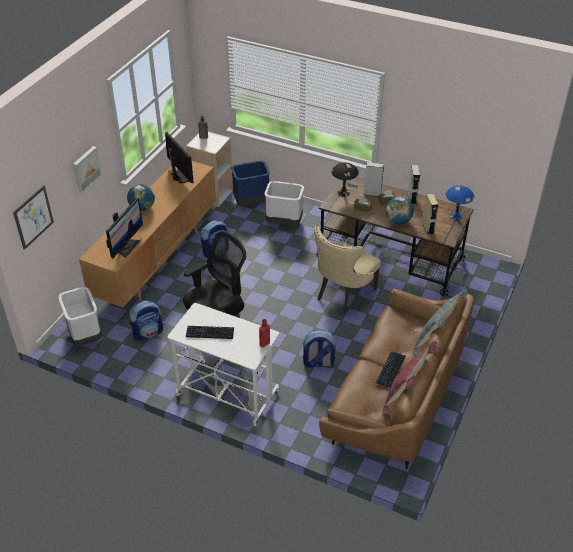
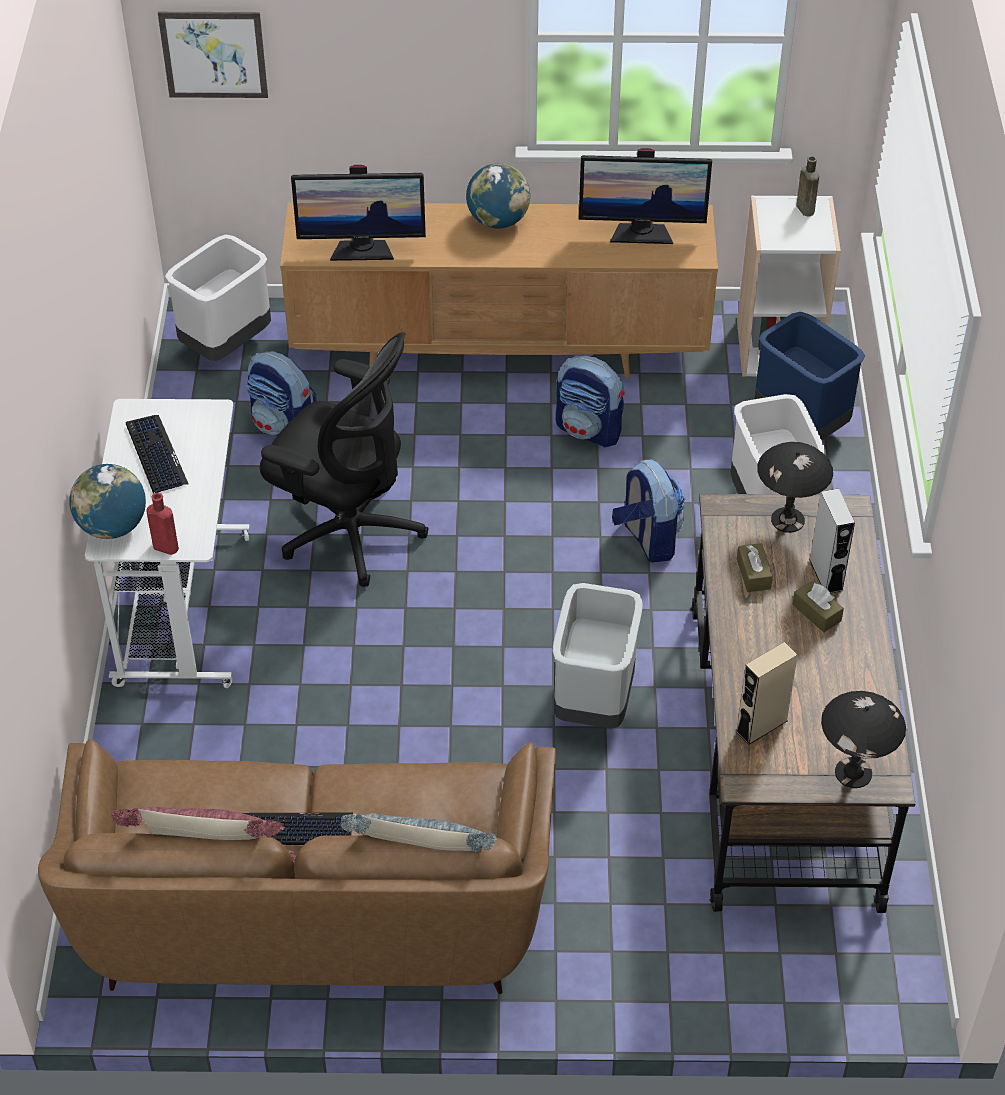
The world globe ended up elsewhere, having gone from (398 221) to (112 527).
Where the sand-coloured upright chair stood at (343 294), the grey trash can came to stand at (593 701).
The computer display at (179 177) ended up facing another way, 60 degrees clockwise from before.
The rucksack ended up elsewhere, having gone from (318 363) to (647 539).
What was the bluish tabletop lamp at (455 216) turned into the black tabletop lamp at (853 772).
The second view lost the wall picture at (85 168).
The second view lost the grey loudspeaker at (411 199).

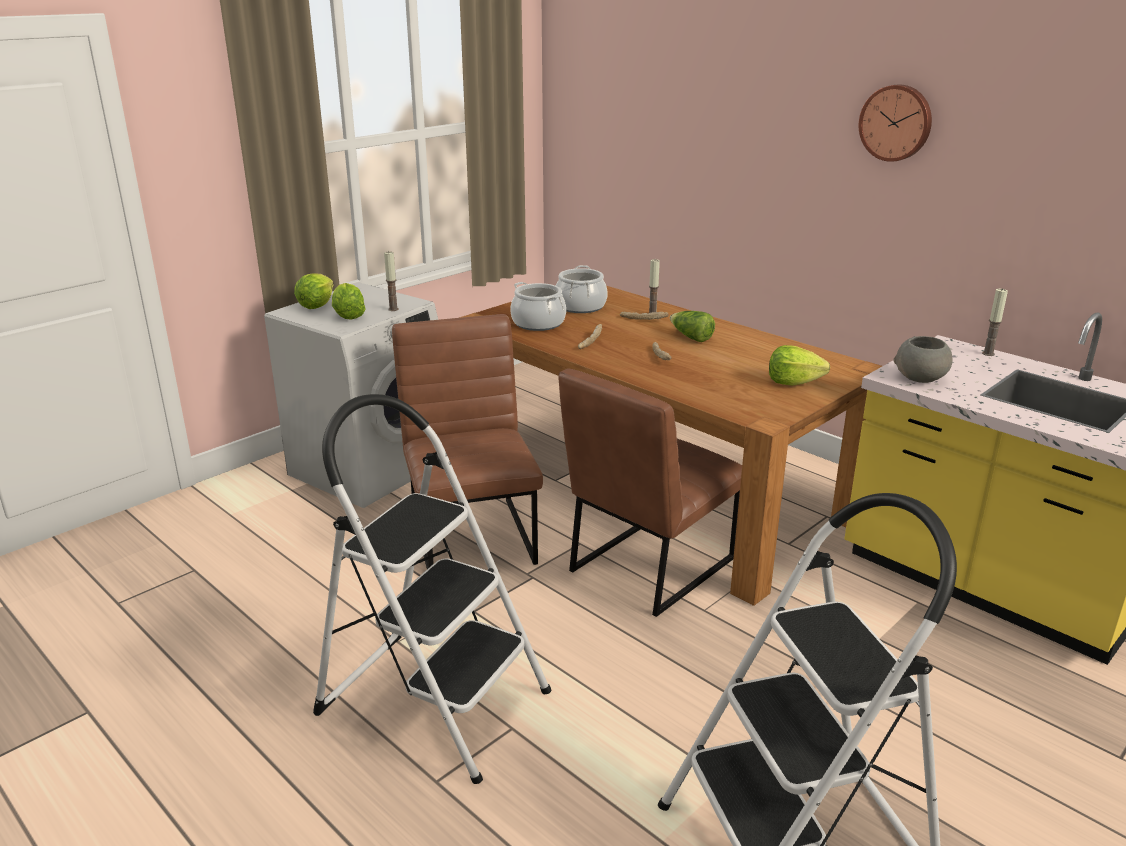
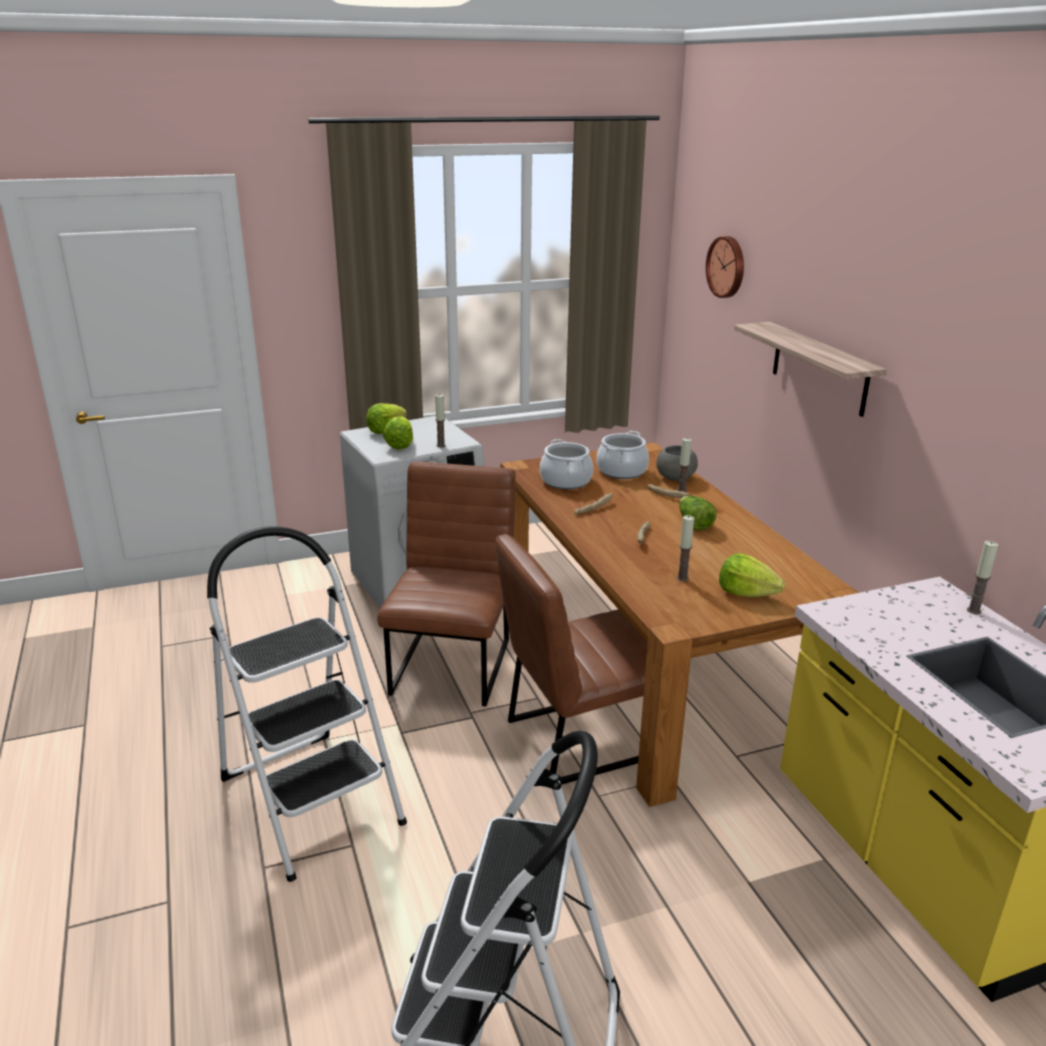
The grey bowl ended up elsewhere, having gone from (920 378) to (675 478).
The second view gained the wax candle at (682 578).
The wall clock ended up elsewhere, having gone from (896 122) to (727 267).
The second view gained the bracket shelf at (819 368).

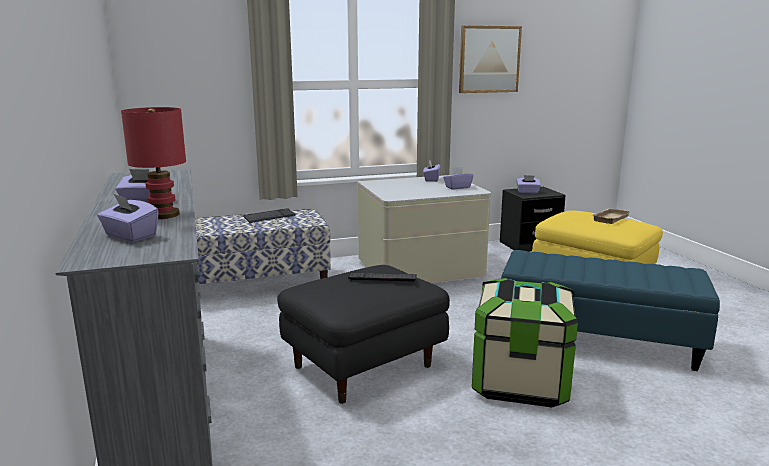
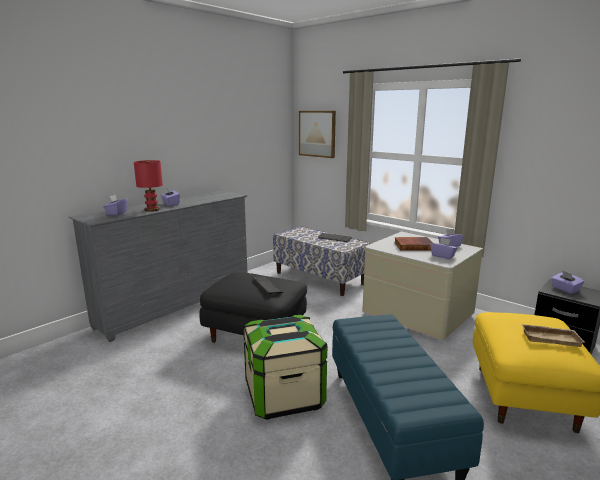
The wall picture ended up elsewhere, having gone from (489 59) to (317 133).
The second view gained the bound book at (414 246).

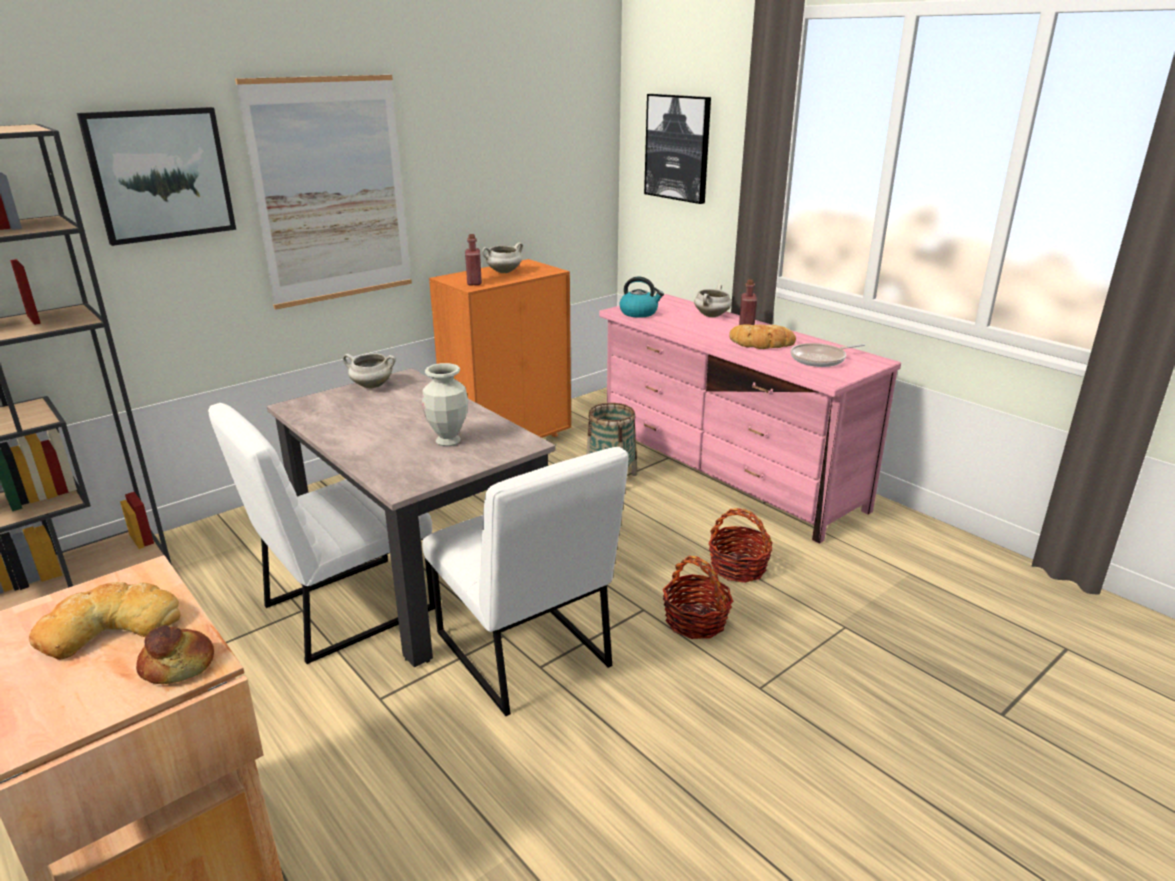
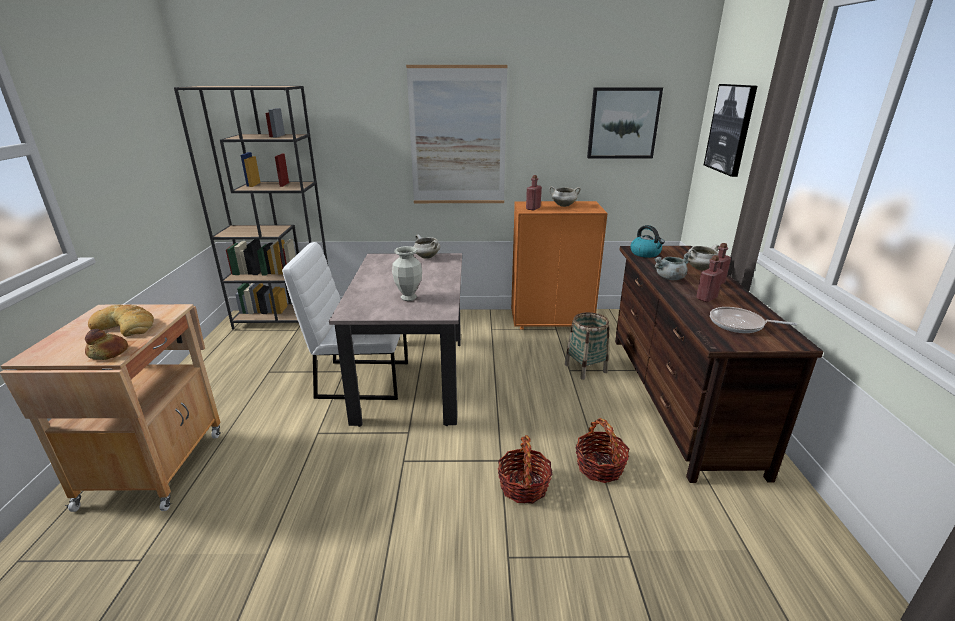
The wall picture ended up elsewhere, having gone from (160 174) to (623 123).
What was the pinkish drawer chest at (727 474) turned into the brownish drawer chest at (676 398).
The second view gained the grey saucepot at (670 278).
Where the bakery bread stood at (761 343), the reddish drink bottle came to stand at (706 298).
The second view lost the white-coloured upright chair at (524 652).

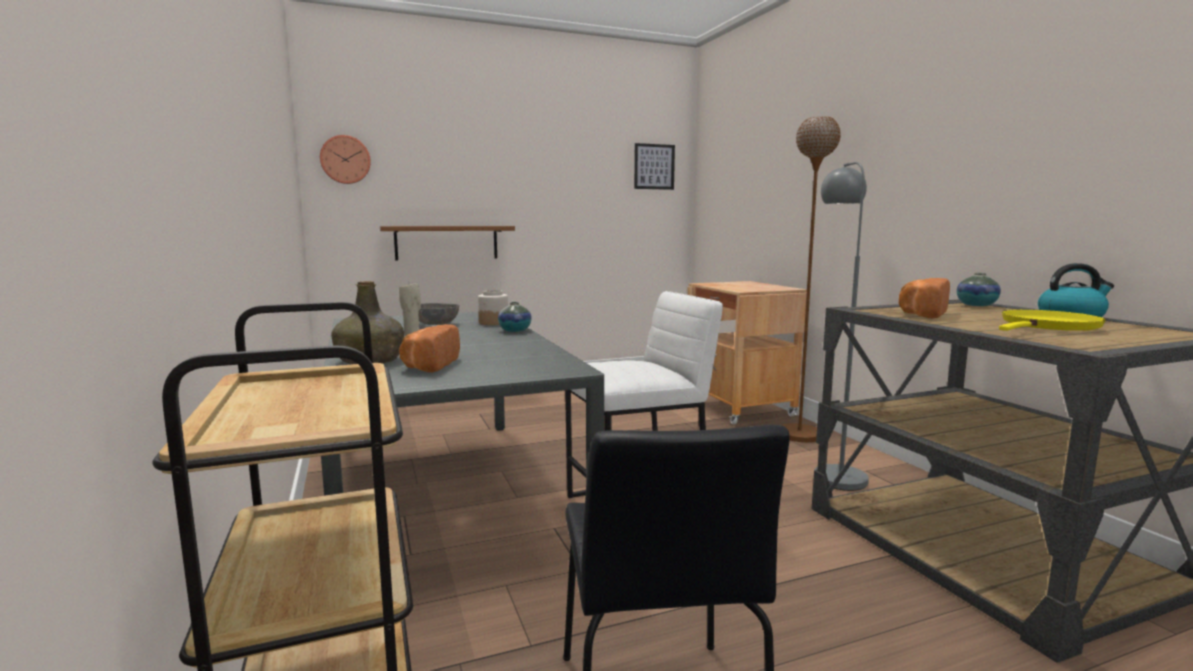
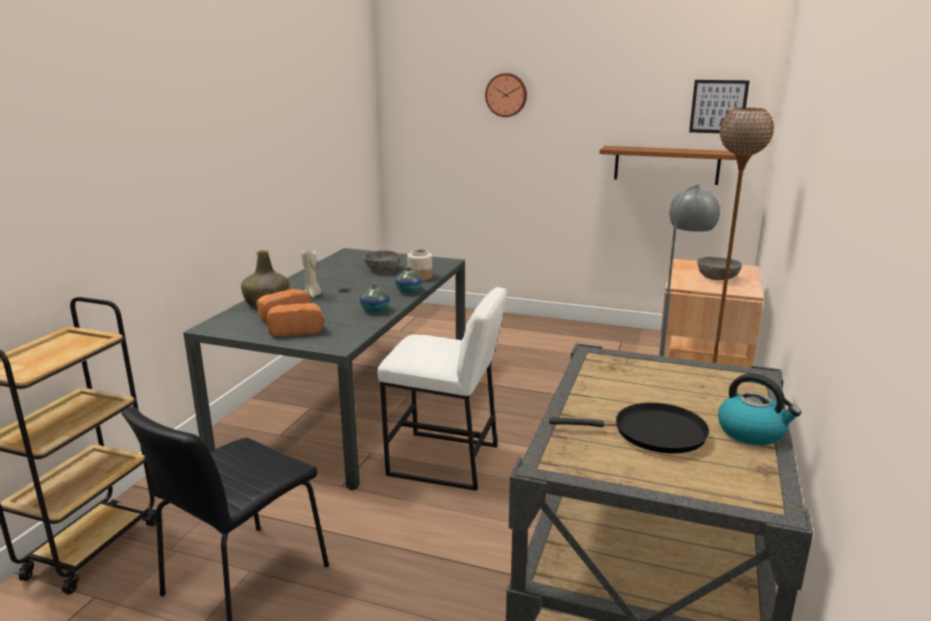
The bakery bread ended up elsewhere, having gone from (921 314) to (296 330).
The decorative vase ended up elsewhere, having gone from (976 305) to (375 310).
The wall clock ended up elsewhere, having gone from (345 160) to (506 95).
What was the yellow-coloured frying pan at (1048 326) turned into the black frying pan at (653 433).
The brownish bracket shelf ended up elsewhere, having gone from (446 242) to (666 165).
The second view gained the grey bowl at (717 278).

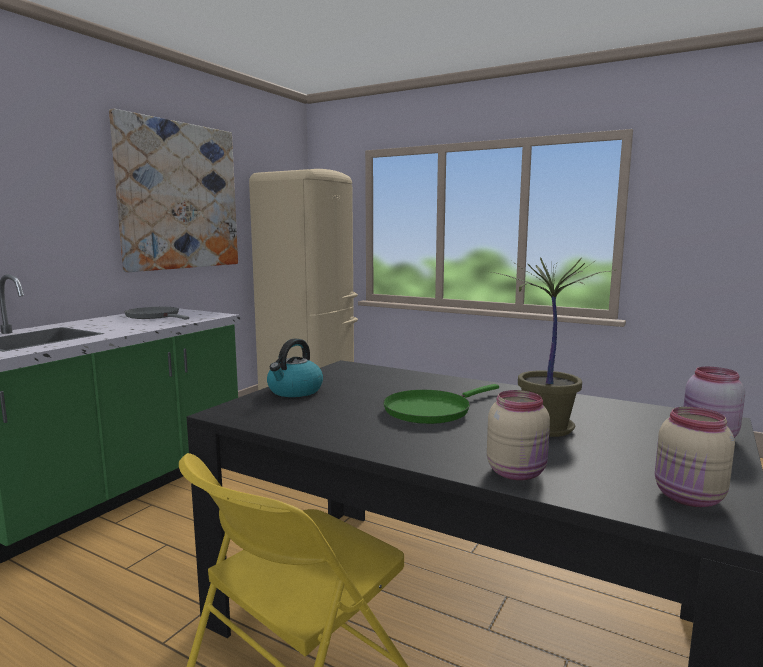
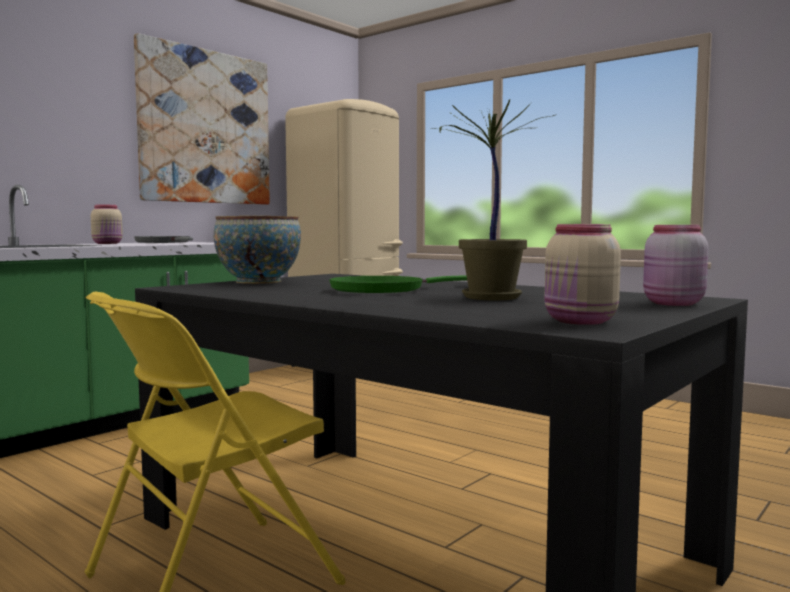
The sand-coloured storage jar ended up elsewhere, having gone from (518 472) to (108 243).
Where the water kettle stood at (295 391), the bowl came to stand at (258 282).

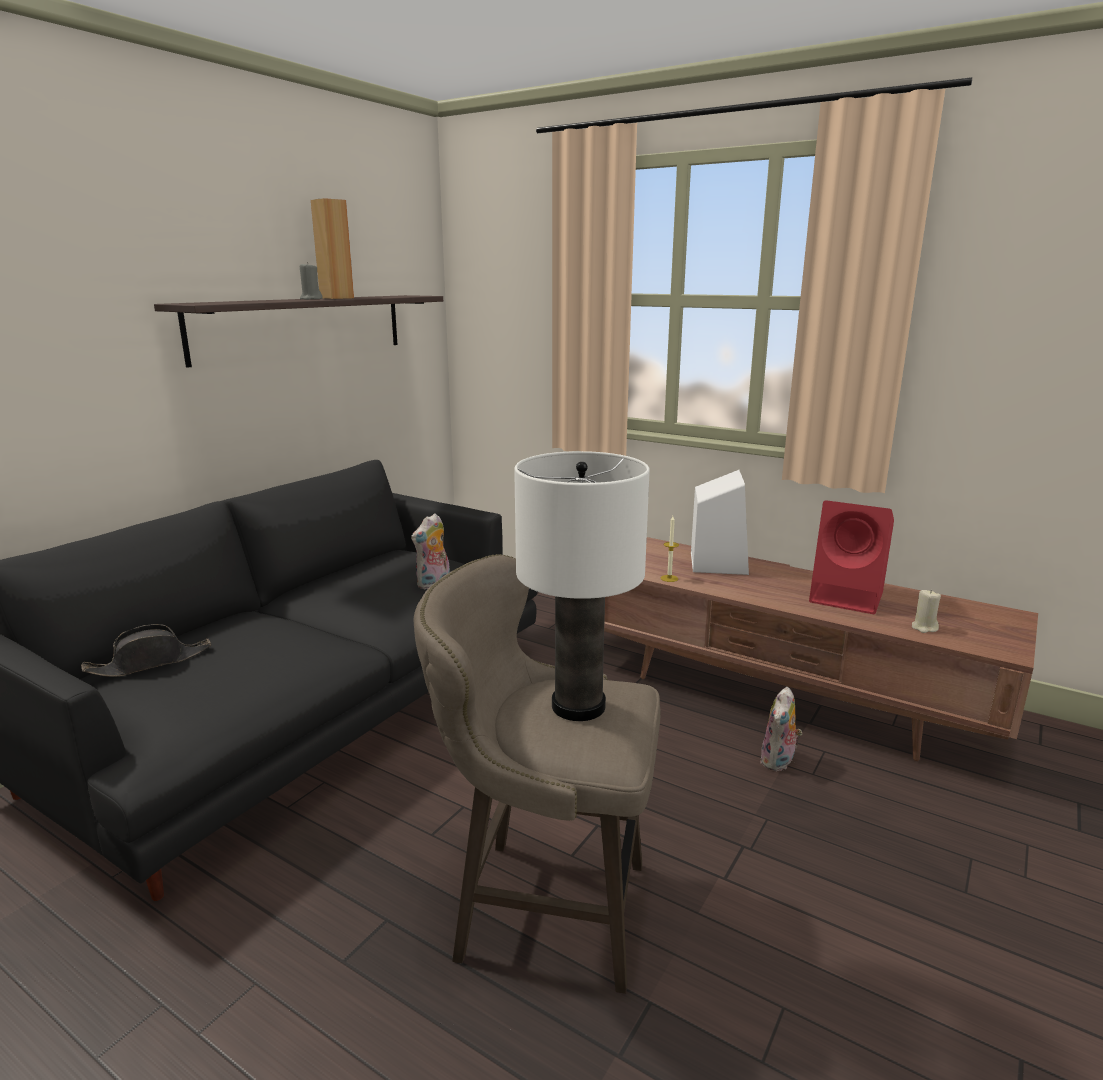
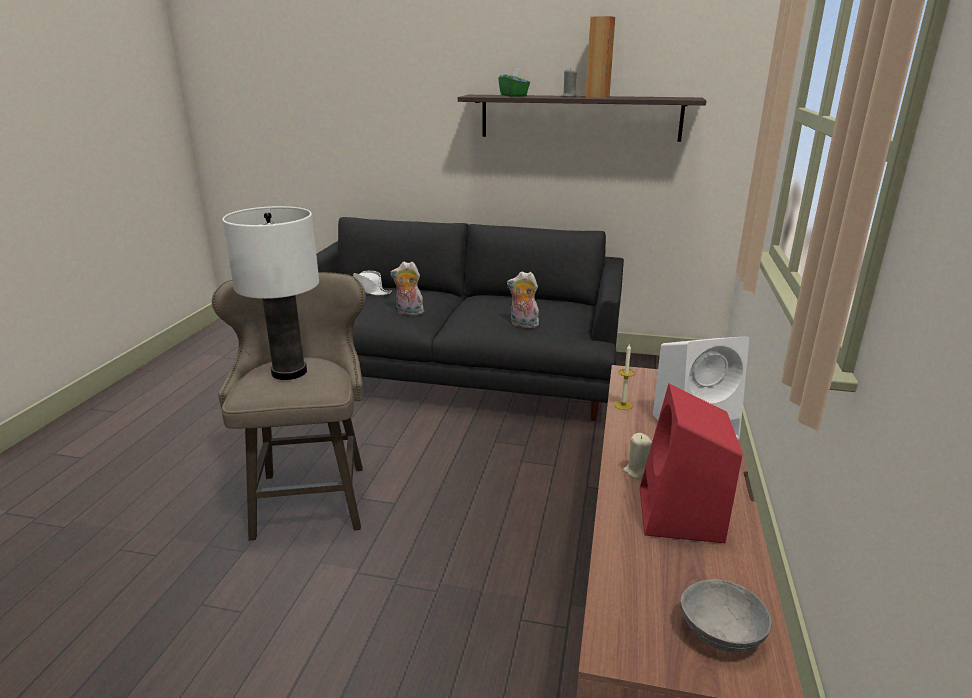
What was the black wearable hat at (150 662) turned into the white-coloured wearable hat at (368 290).
The plush toy ended up elsewhere, having gone from (779 762) to (408 312).
The second view gained the greenish tissue box at (514 96).
The sand-coloured wax candle ended up elsewhere, having gone from (924 628) to (636 472).
The second view gained the grey bowl at (721 633).

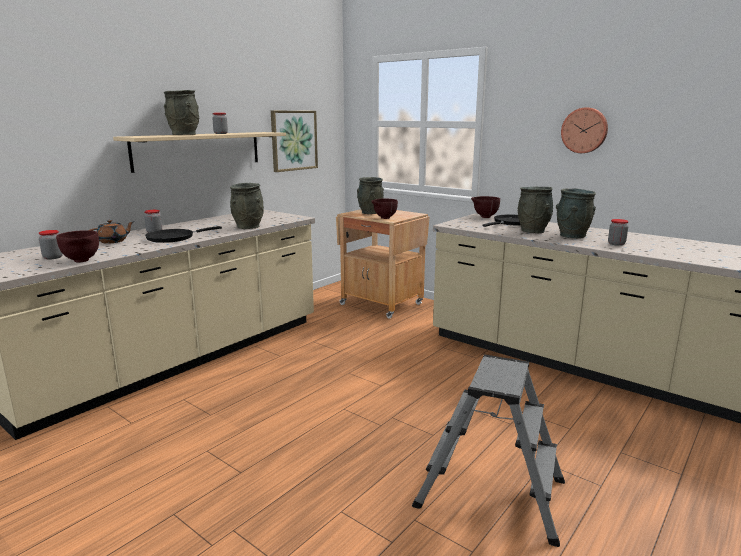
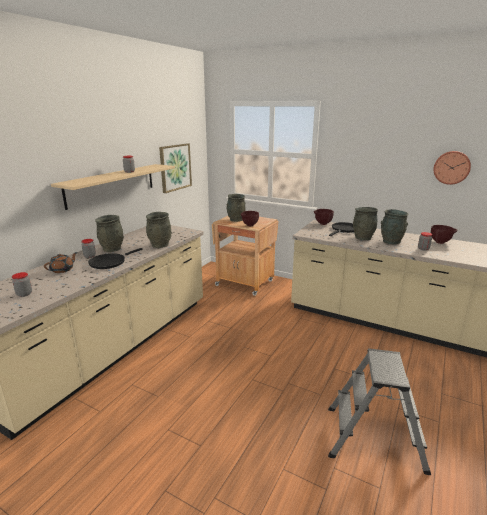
The grey decorative vase ended up elsewhere, having gone from (184 134) to (112 249).
The brownish bowl ended up elsewhere, having gone from (81 261) to (441 243).
The wall clock ended up elsewhere, having gone from (584 130) to (451 167).

